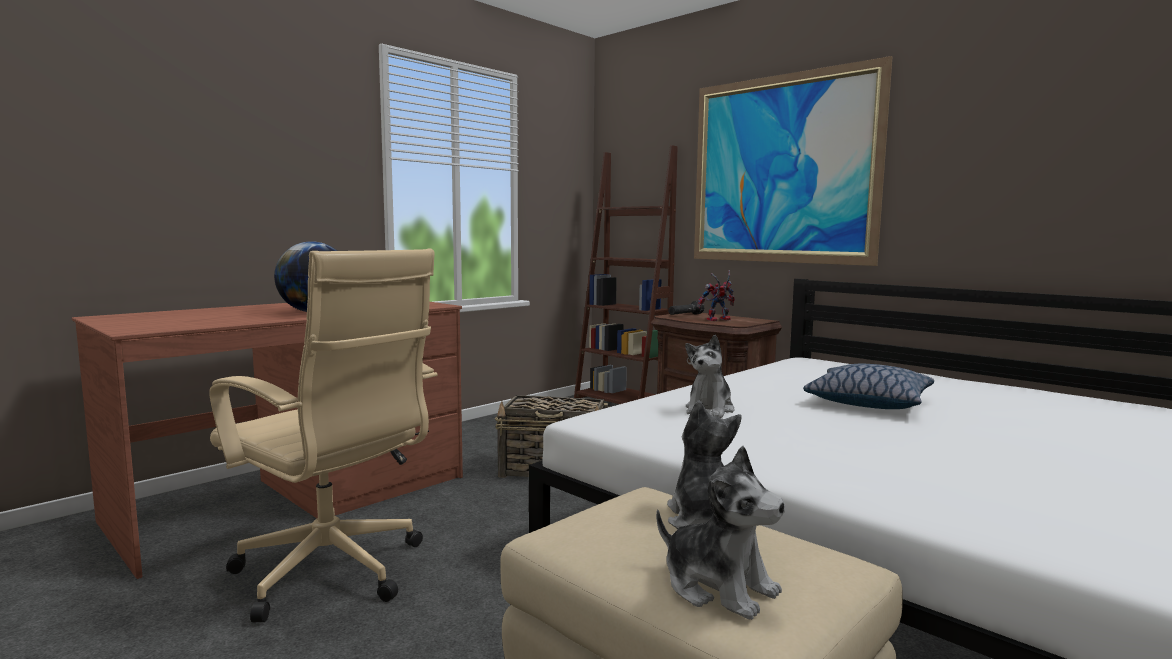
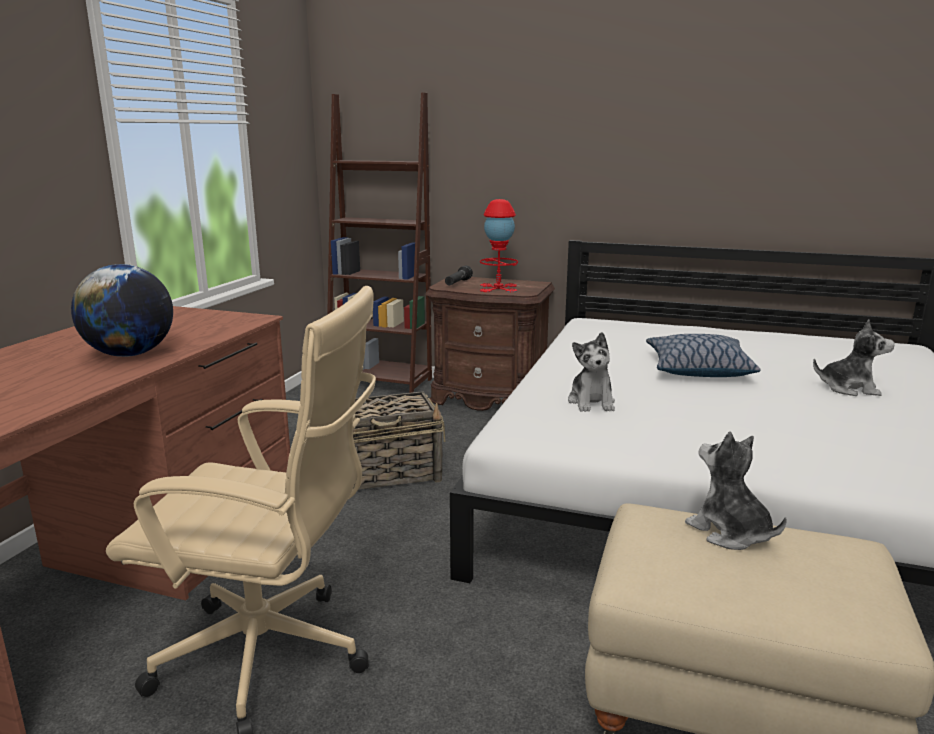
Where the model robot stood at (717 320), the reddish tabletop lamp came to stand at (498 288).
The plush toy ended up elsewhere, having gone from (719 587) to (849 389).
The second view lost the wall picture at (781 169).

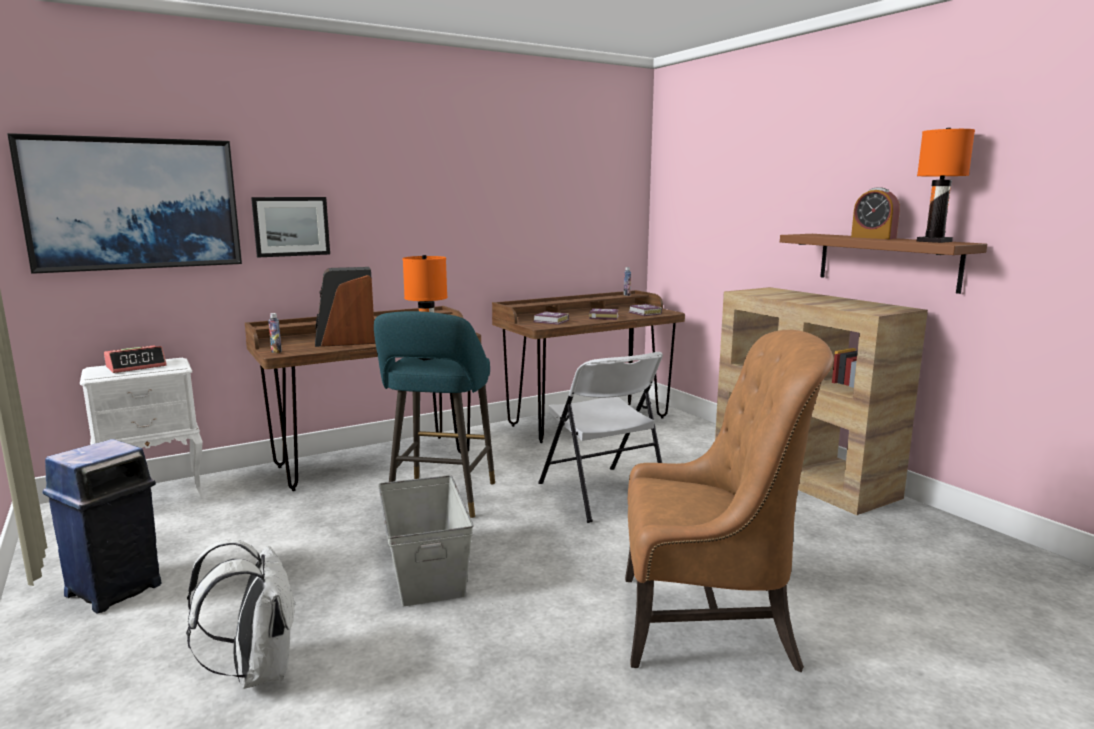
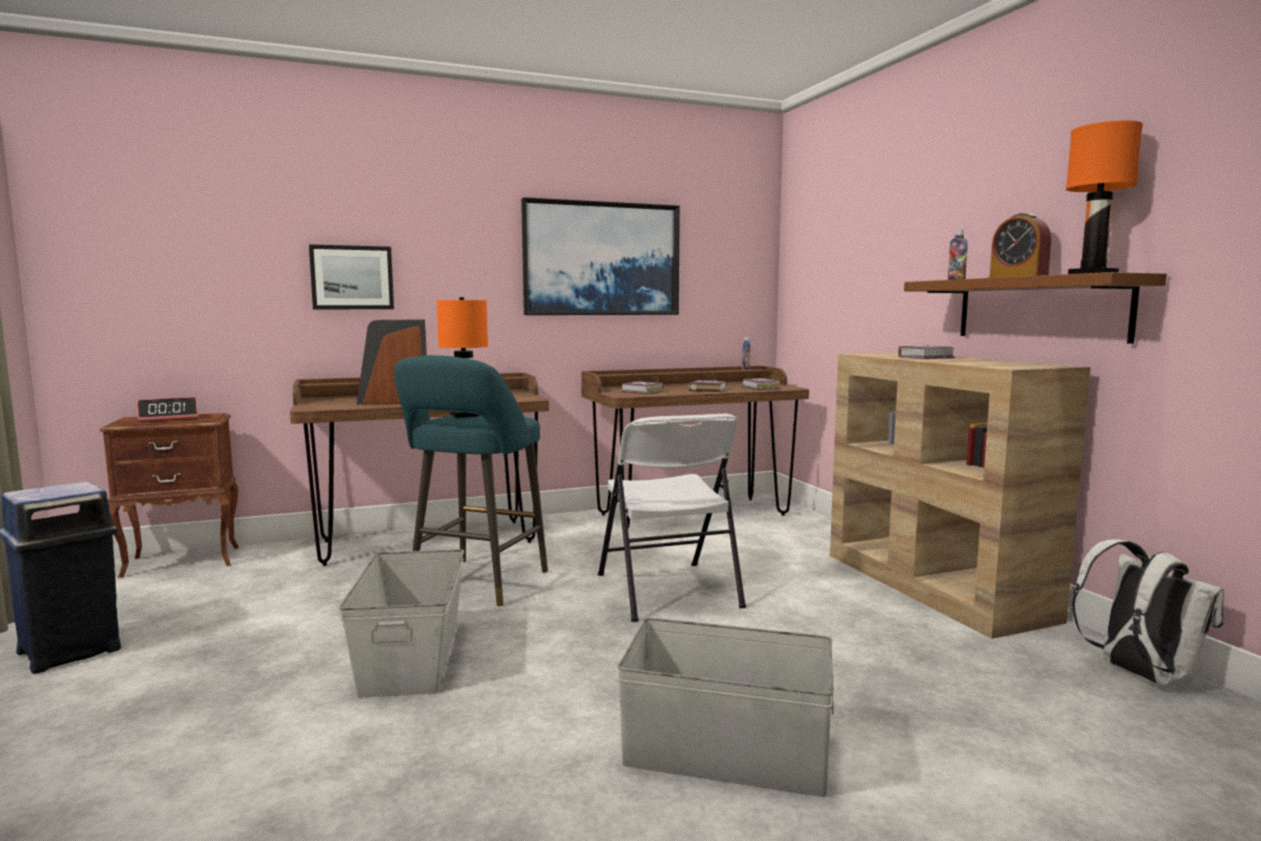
What was the white-coloured nightstand at (155 496) turned into the brownish nightstand at (183 561).
The wall picture ended up elsewhere, having gone from (134 204) to (601 259).
Where the brownish upright chair stood at (709 621), the grey storage bin came to stand at (727 754).
The second view gained the bound book at (927 357).
The drink bottle ended up elsewhere, having gone from (276 351) to (956 279).
The white-coloured rucksack ended up elsewhere, having gone from (257 671) to (1139 675).

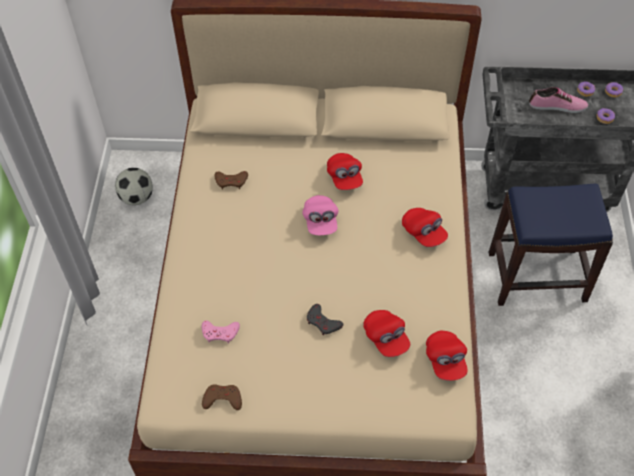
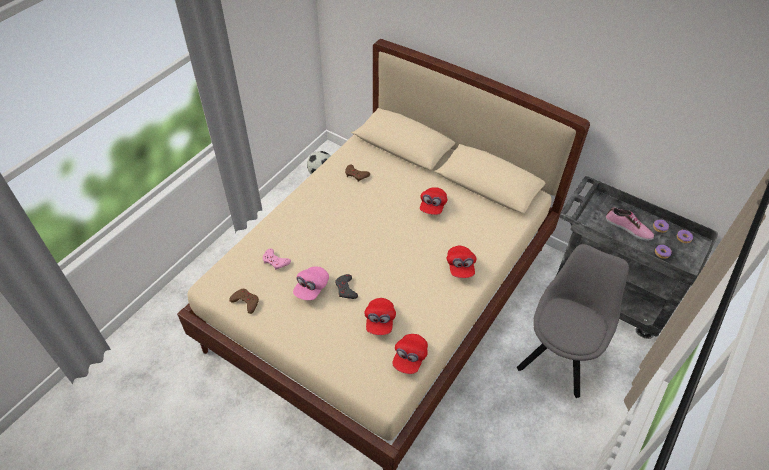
The pinkish peaked cap ended up elsewhere, having gone from (320 221) to (311 288).
Where the stool stood at (537 277), the grey upright chair came to stand at (558 357).

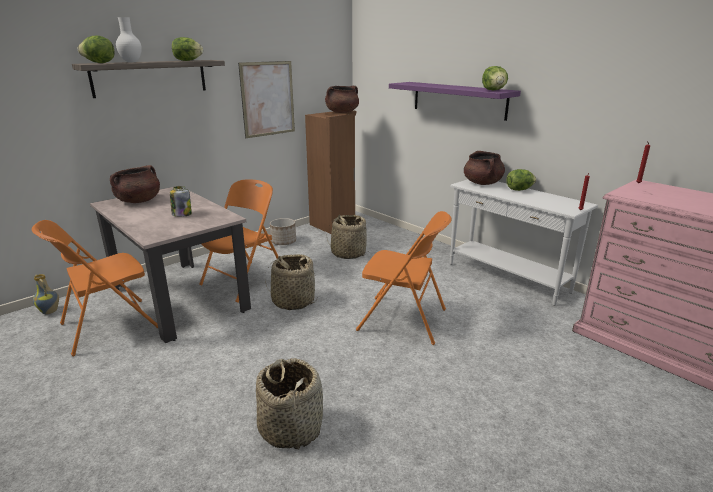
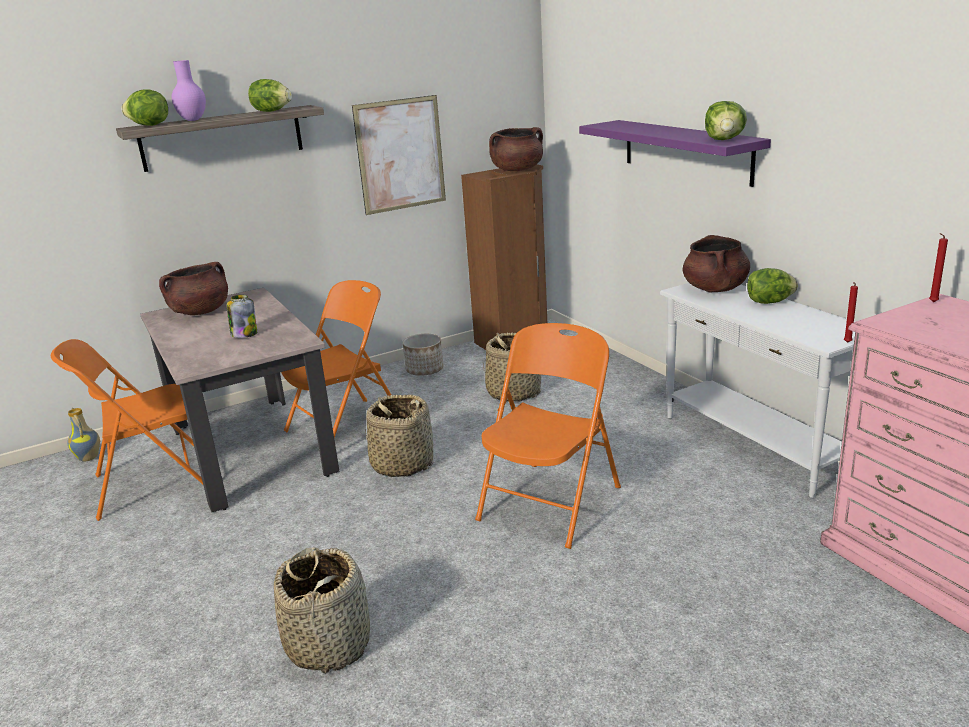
What was the white-coloured decorative vase at (132 62) turned into the purple decorative vase at (193 120).
The orange-coloured upright chair at (402 319) ended up facing another way, 90 degrees counterclockwise from before.

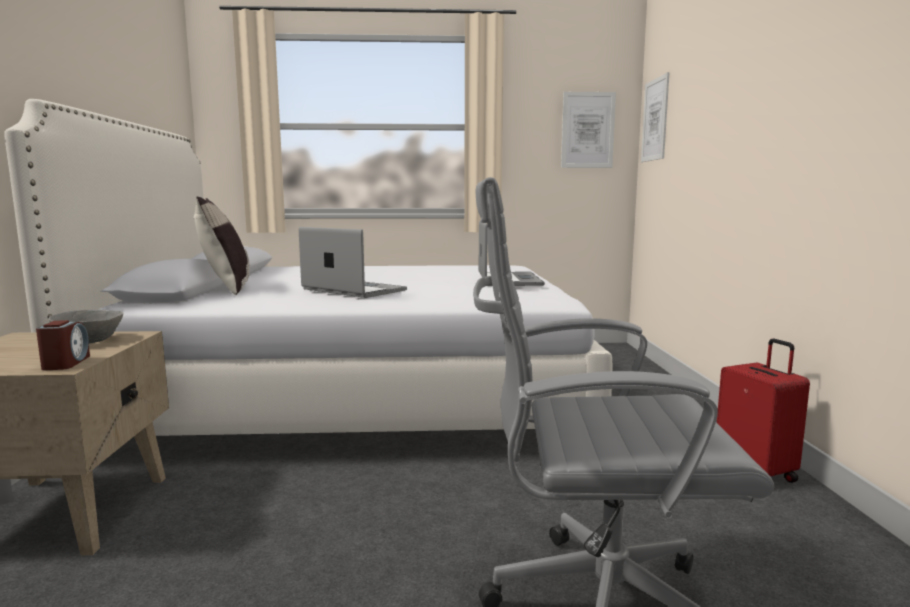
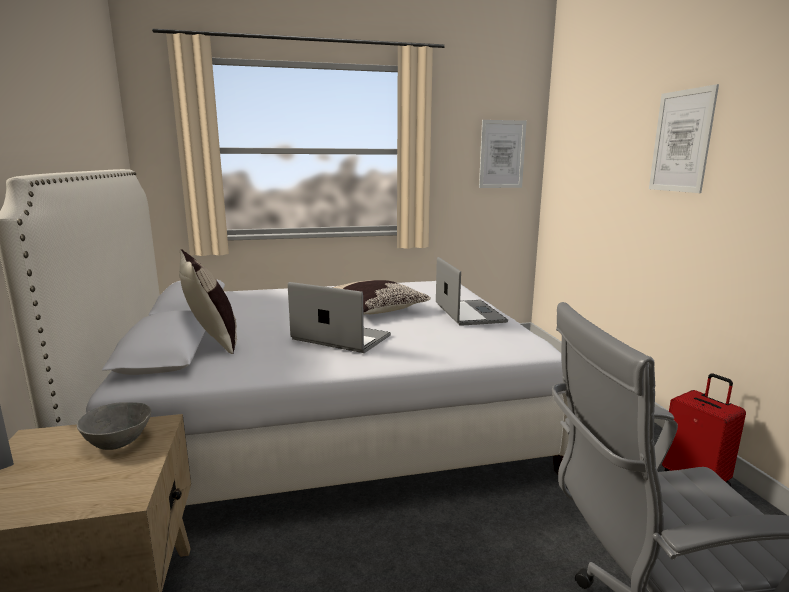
The second view gained the throw pillow at (377 309).
The wall picture ended up elsewhere, having gone from (655 119) to (681 141).
The second view lost the table clock at (66 363).

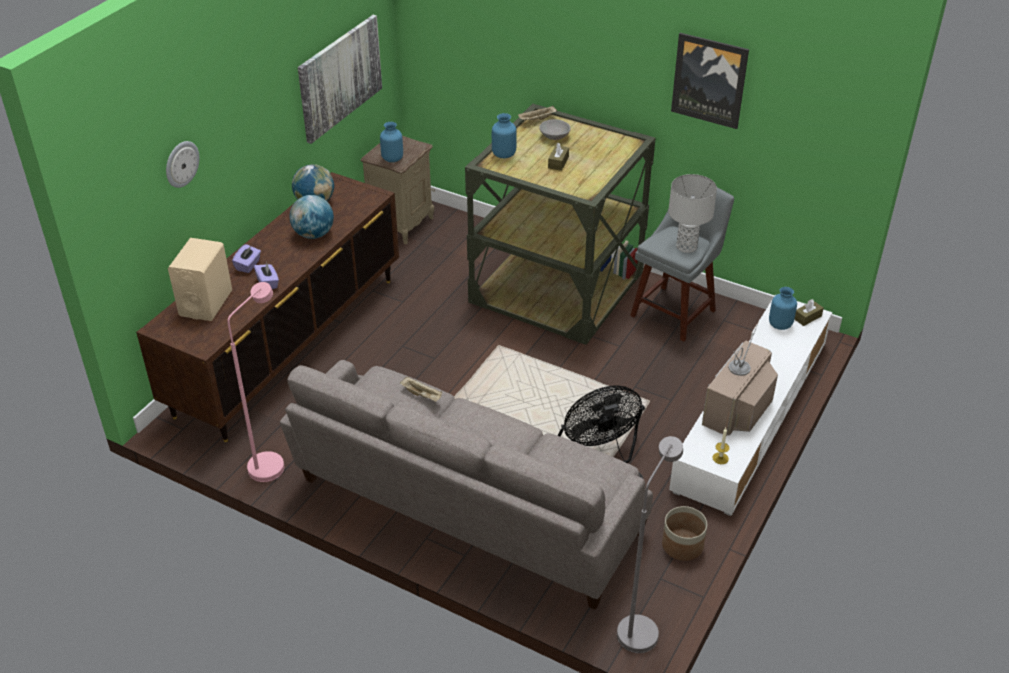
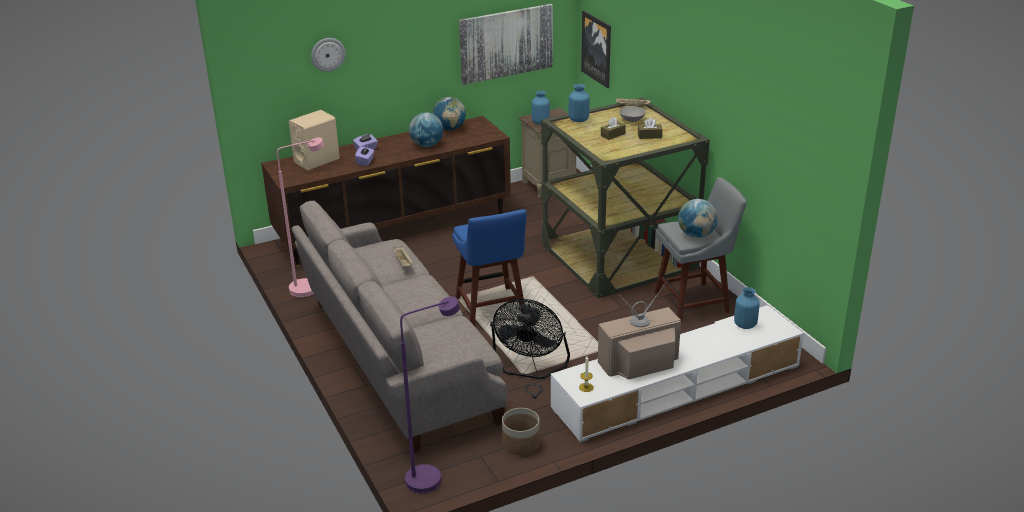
What was the grey standing lamp at (640 626) turned into the purple standing lamp at (432 476).
The second view gained the bluish stool at (491 308).
The wall picture ended up elsewhere, having gone from (709 80) to (597 48).
The brownish tissue box ended up elsewhere, having gone from (807 317) to (649 136).
Where the white-coloured tabletop lamp stood at (687 246), the world globe came to stand at (696 235).

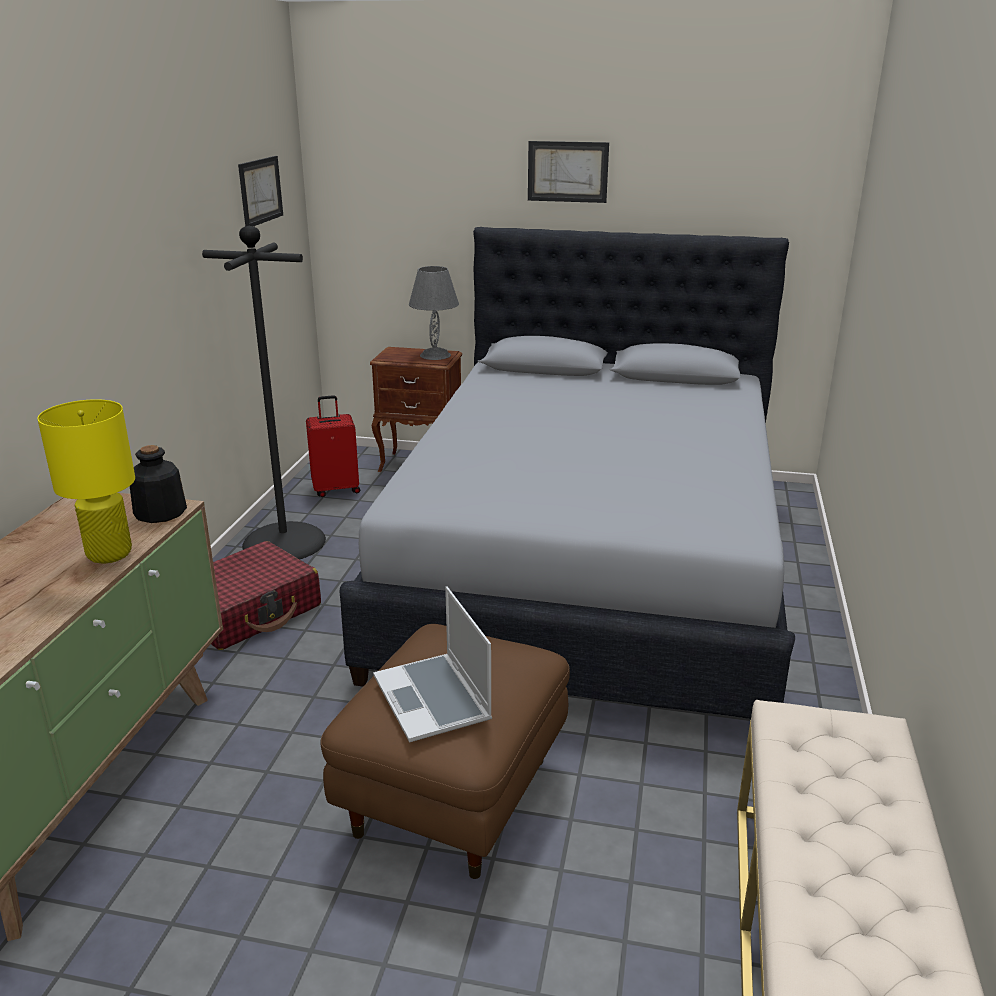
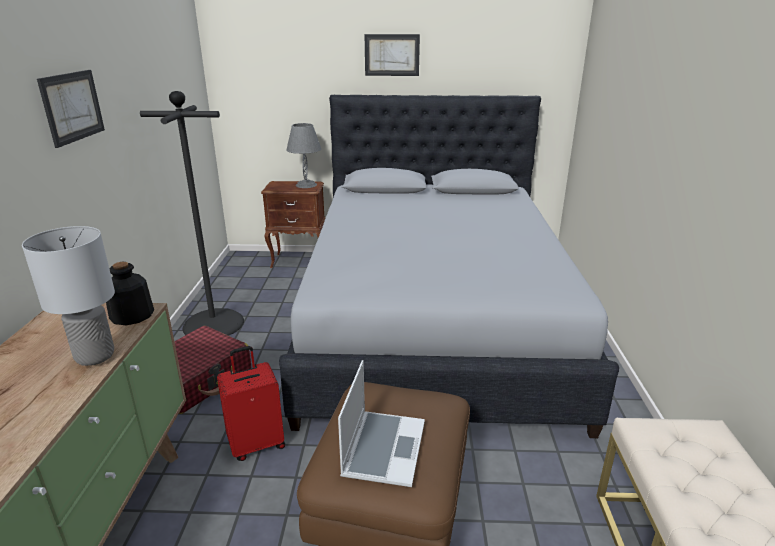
What was the yellow-coloured tabletop lamp at (109 556) turned into the grey tabletop lamp at (95 358).
The wall picture ended up elsewhere, having gone from (260 191) to (72 106).
The reddish piece of luggage ended up elsewhere, having gone from (336 489) to (256 444).
The laptop at (434 700) ended up facing another way, 135 degrees counterclockwise from before.

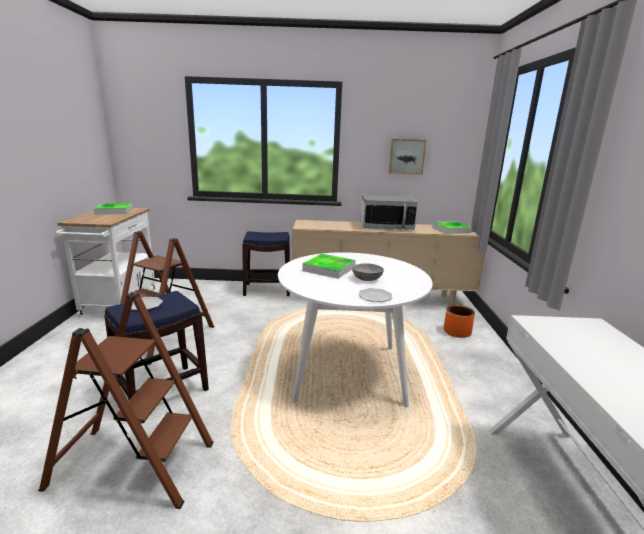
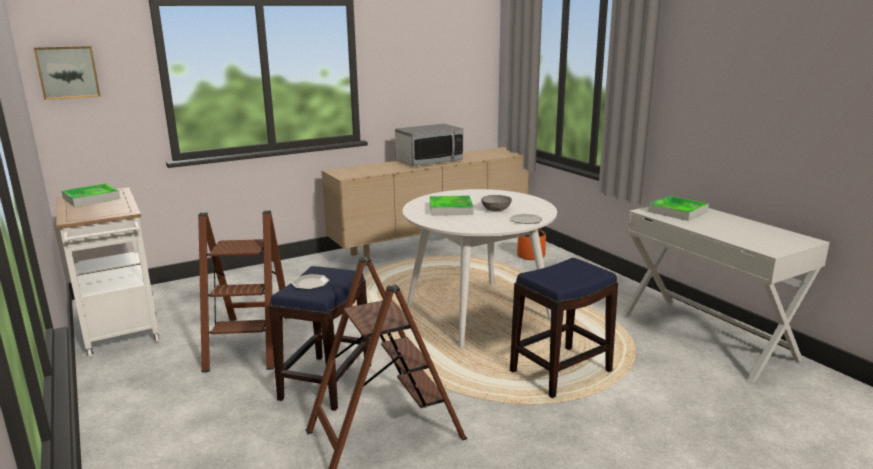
The wall picture ended up elsewhere, having gone from (406 156) to (68 72).
The stool ended up elsewhere, having gone from (267 290) to (560 371).
The serving tray ended up elsewhere, having gone from (451 230) to (677 211).

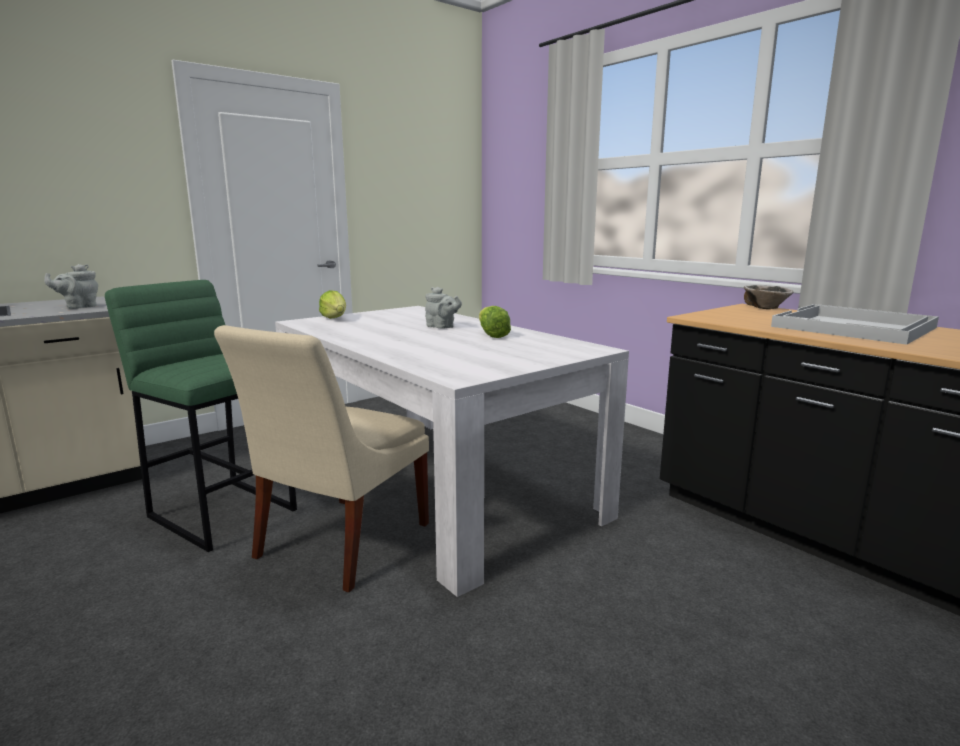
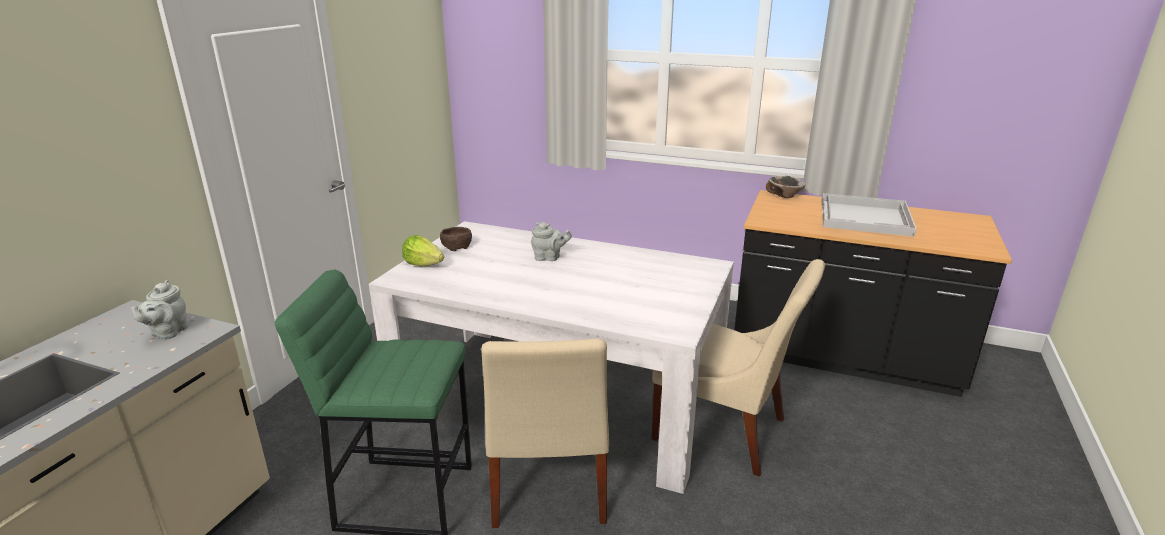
The second view gained the brownish bowl at (456 246).
The second view gained the sand-coloured upright chair at (725 432).
The second view lost the lettuce head at (492 335).

